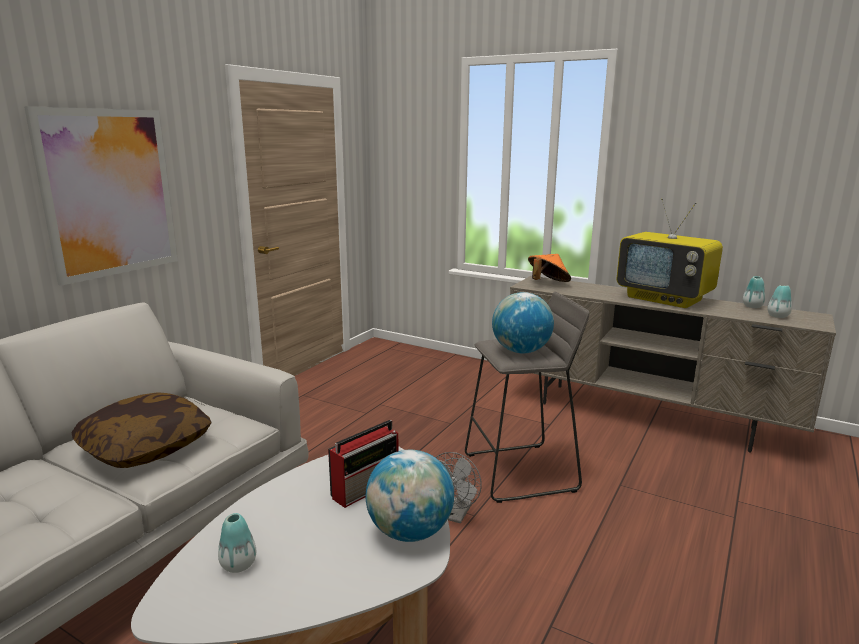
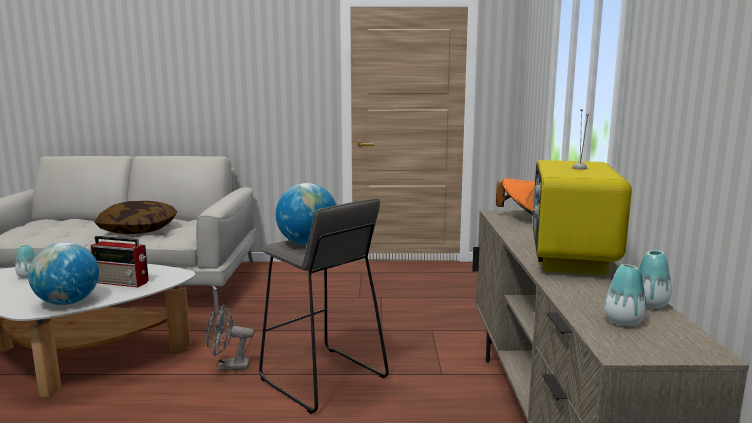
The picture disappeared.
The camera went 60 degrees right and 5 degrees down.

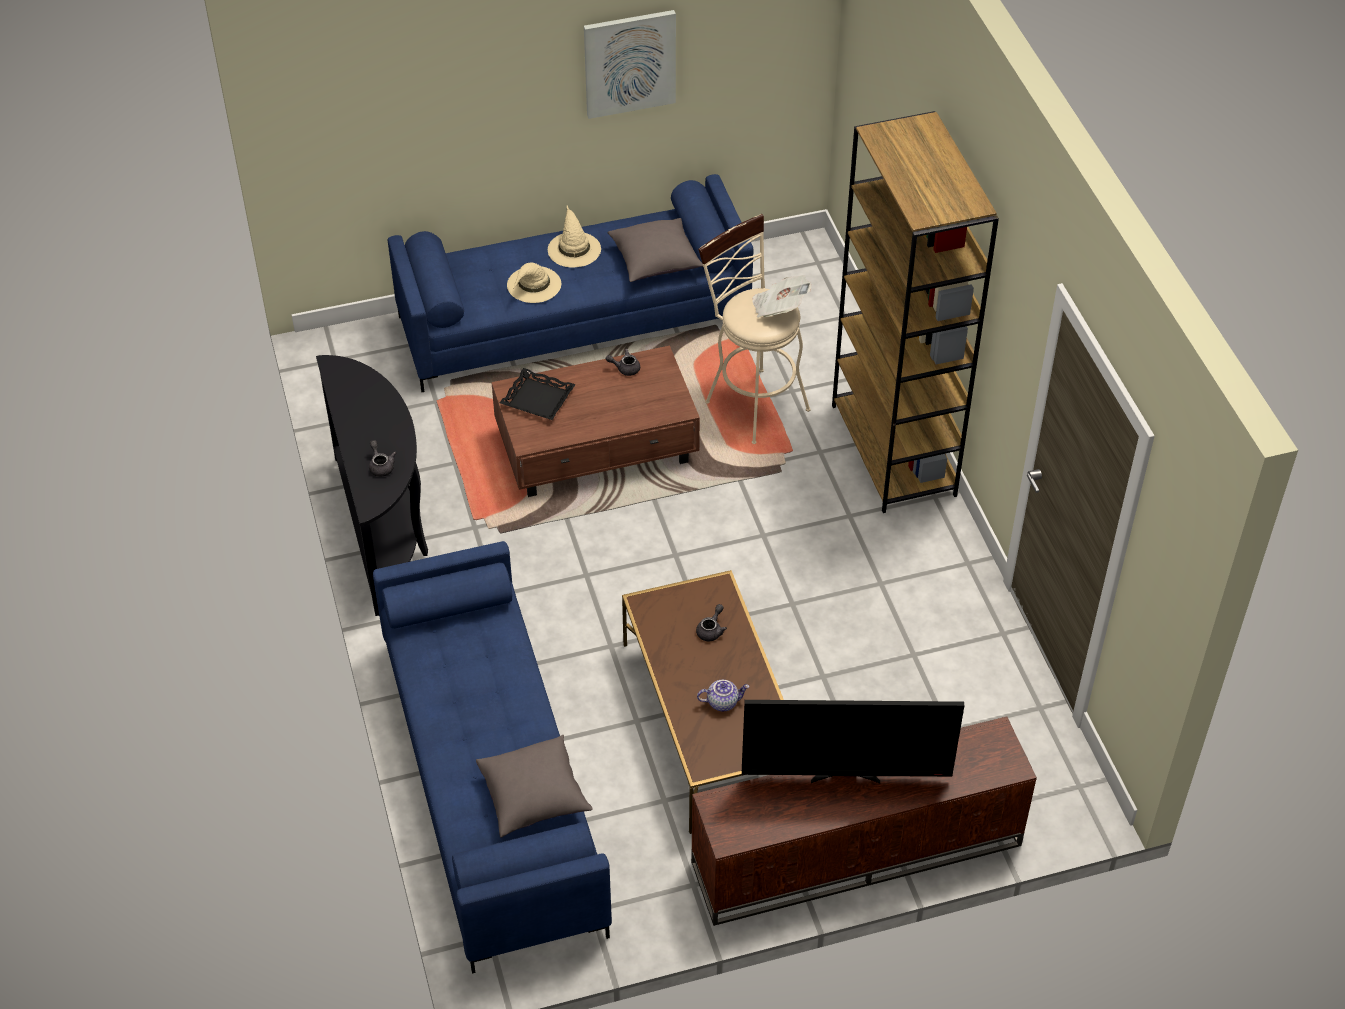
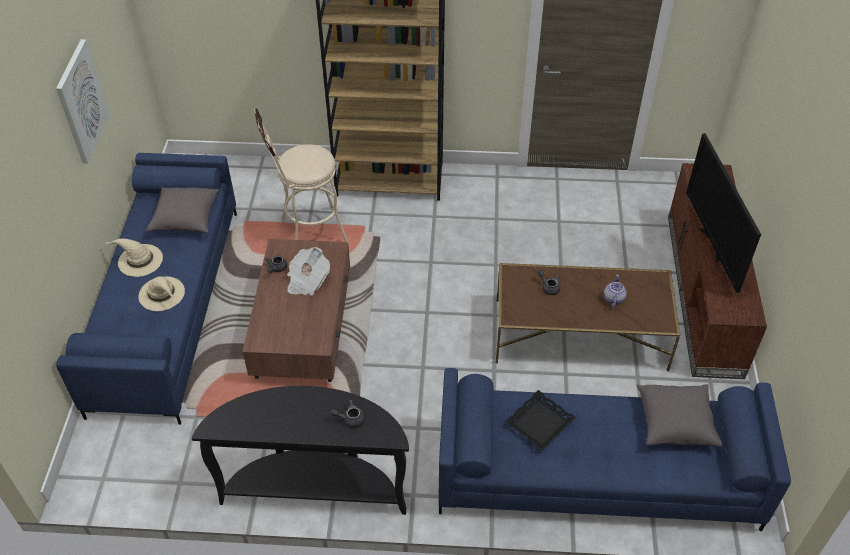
The newspaper moved.
The black tray moved.
The television turned 150 degrees clockwise.
The camera went 70 degrees left and 0 degrees up.

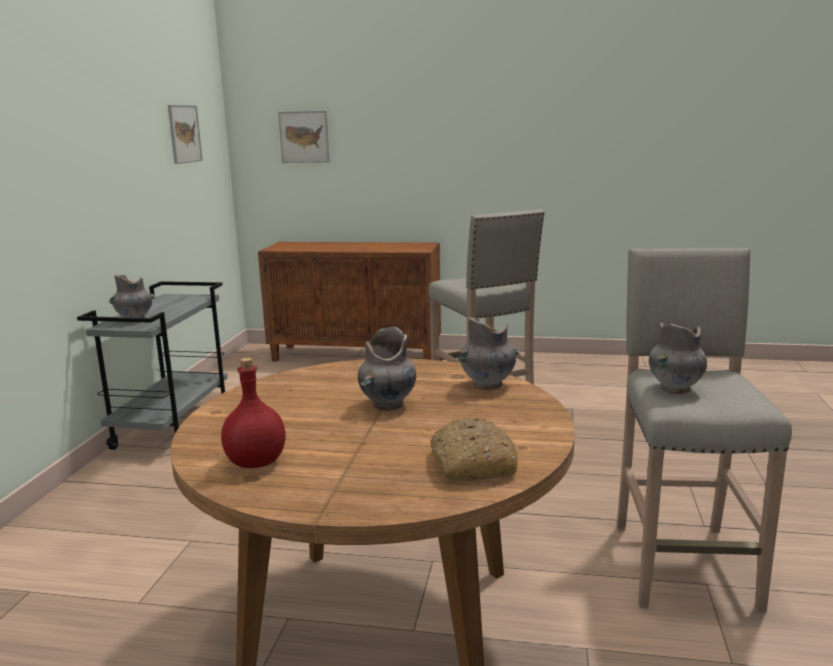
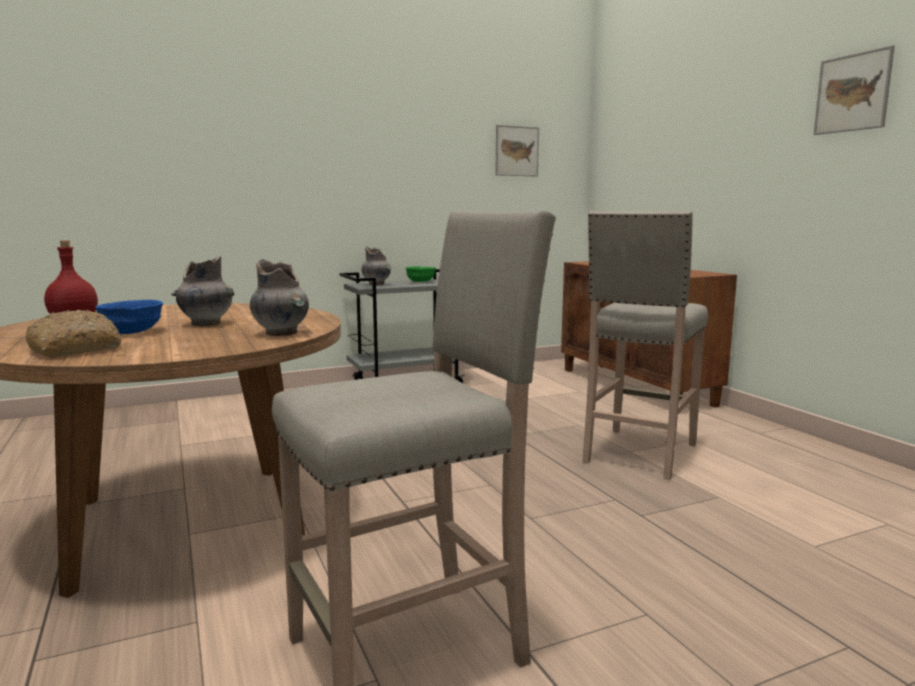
The picture (no. 2 from left) moved.
The grey vase (no. 4 from left) disappeared.
The green bowl appeared.
The blue bowl appeared.
The camera went 55 degrees right and 5 degrees down.

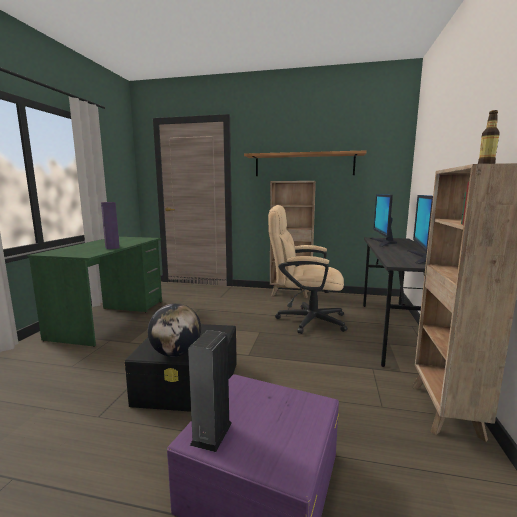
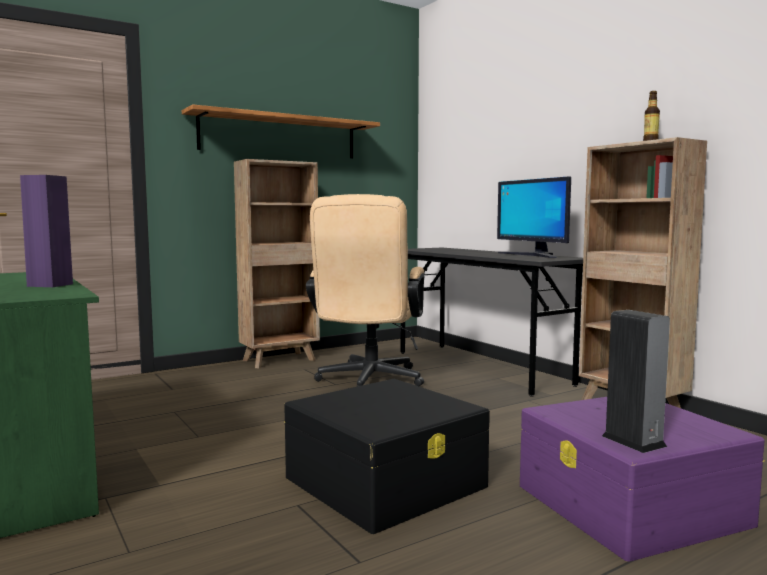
The monitor (no. 1 from left) disappeared.
The beige office chair turned 45 degrees counterclockwise.
The globe disappeared.
The camera went 45 degrees left and 5 degrees down.

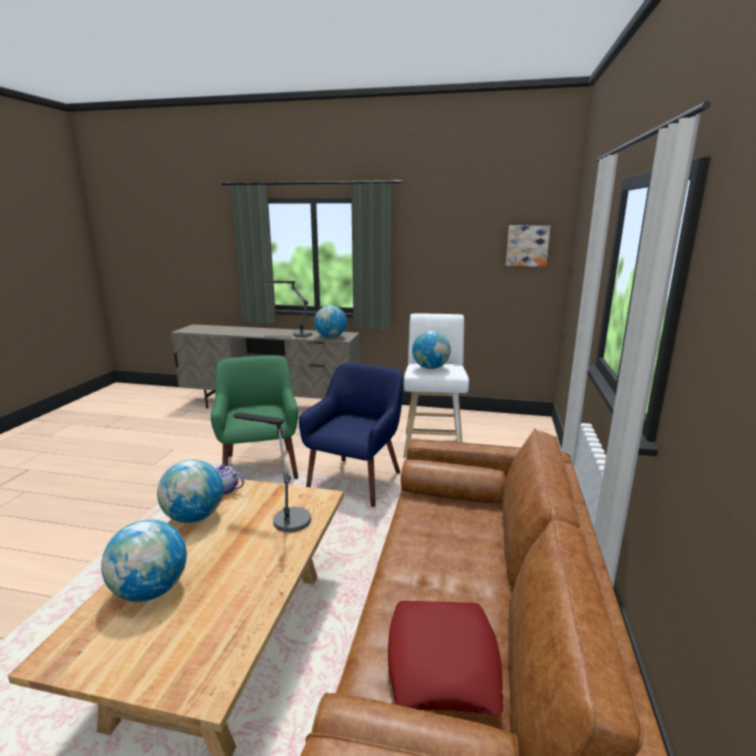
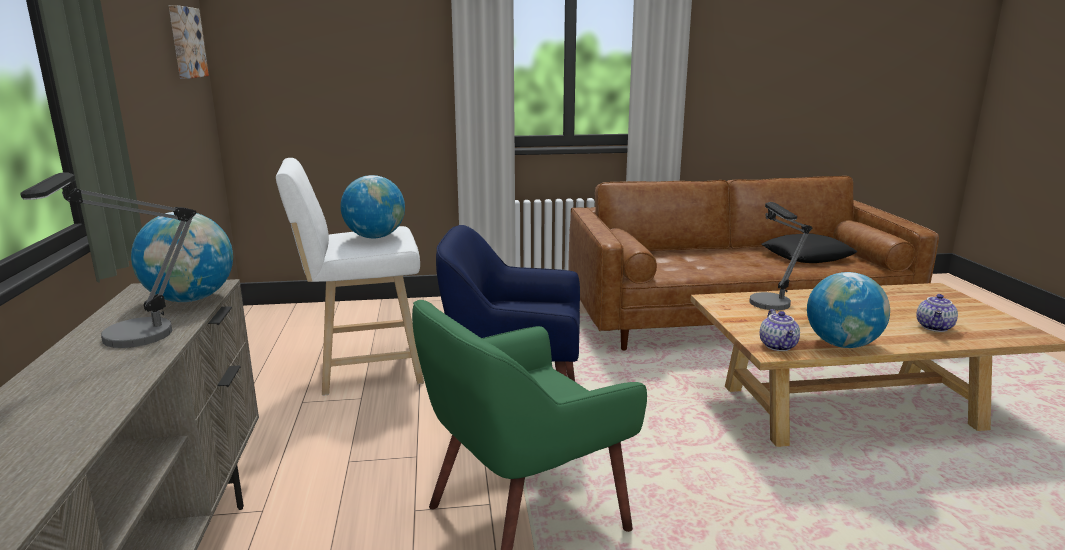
The globe (no. 1 from left) was replaced by the teapot (no. 2 from left).
The red pillow became the black pillow.
The camera went 110 degrees left and 0 degrees up.

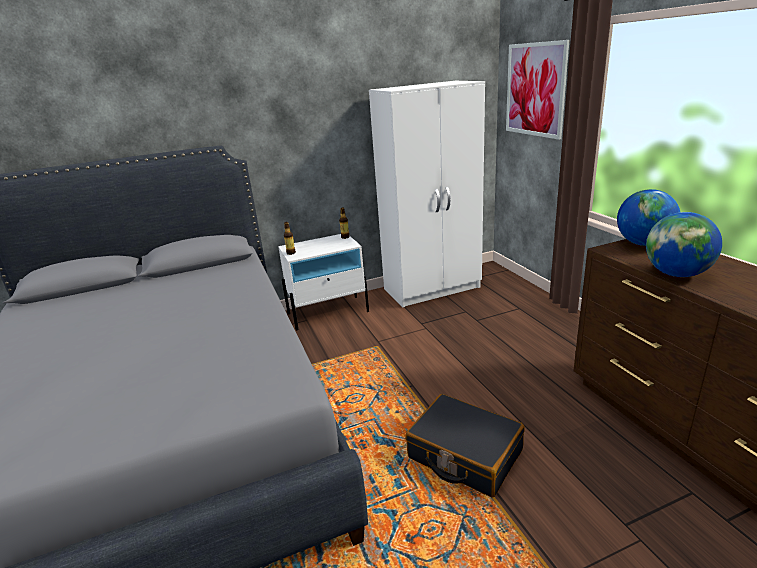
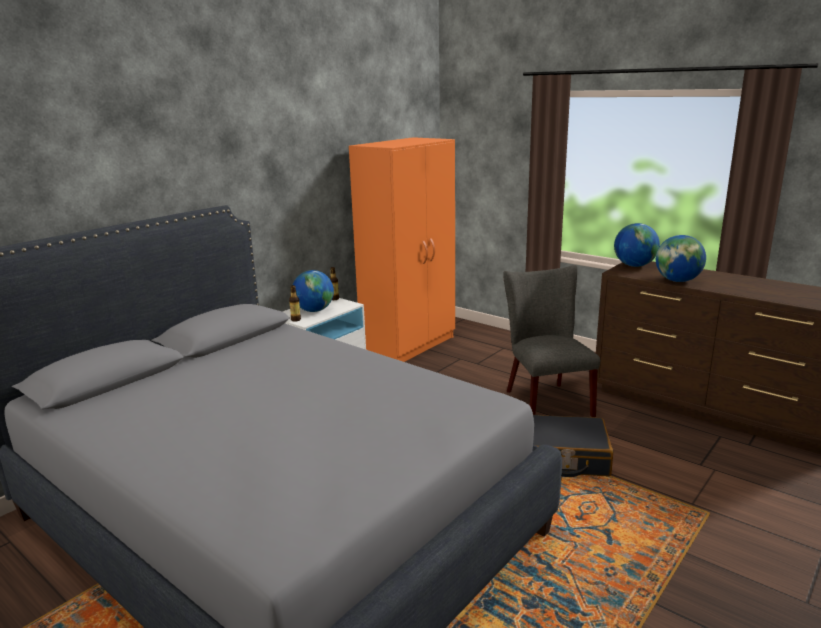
The picture disappeared.
The white wardrobe became the orange wardrobe.
The grey chair appeared.
The globe (no. 1 from left) appeared.
The camera went 30 degrees left and 5 degrees down.

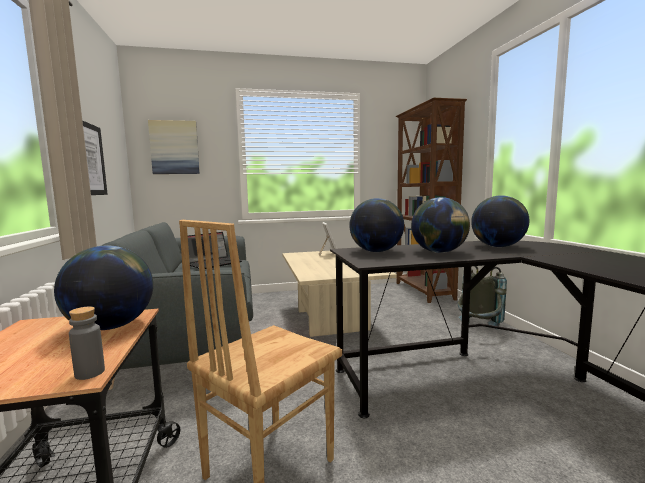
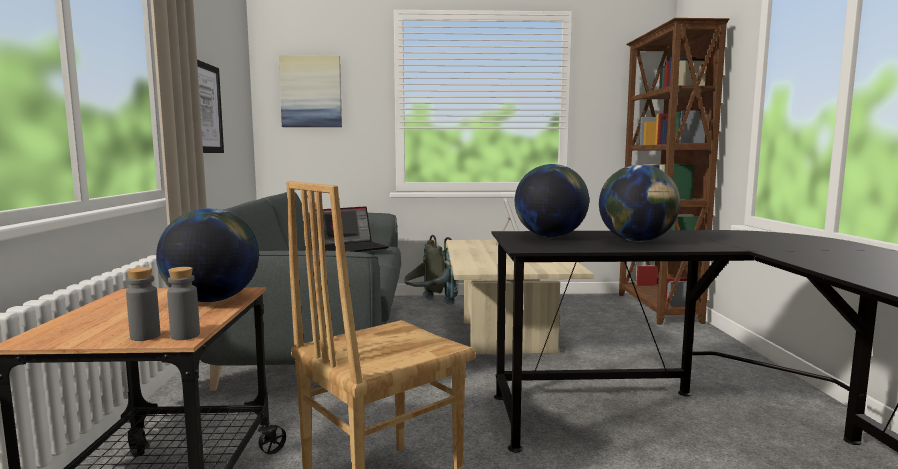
The globe (no. 4 from left) disappeared.
The grey backpack moved.
The grey bottle (no. 1 from left) appeared.
The camera went 10 degrees right and 0 degrees up.

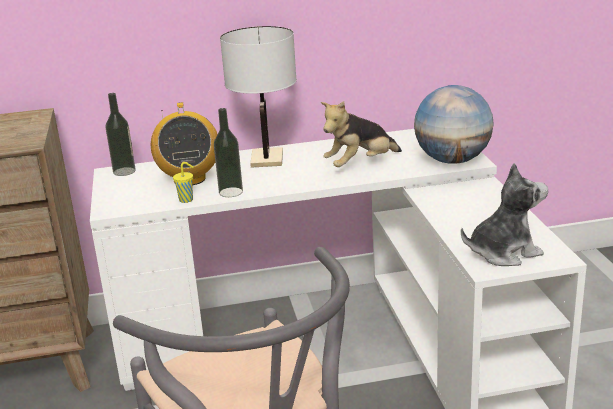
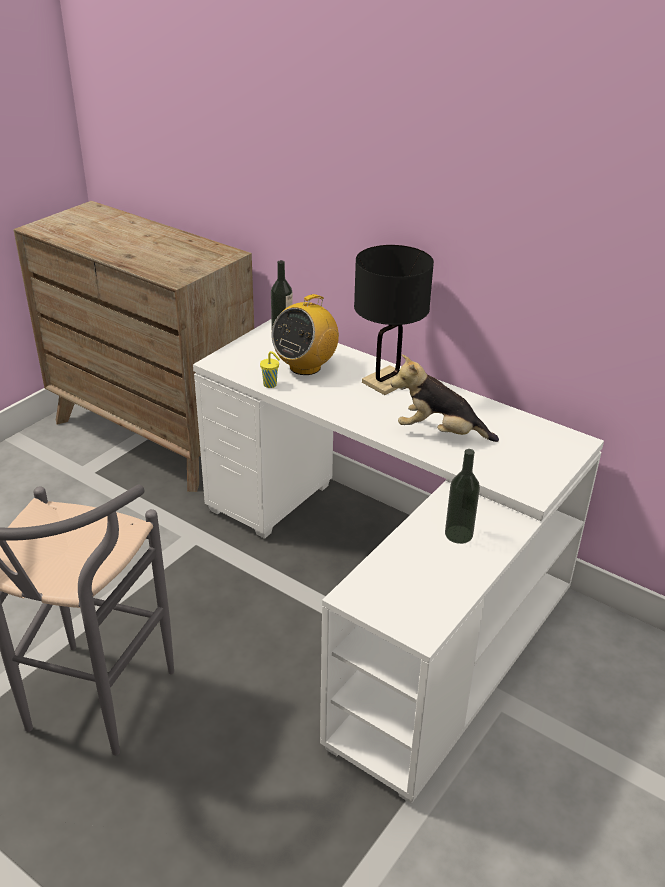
The white table lamp became the black table lamp.
The globe disappeared.
The bottle (no. 2 from left) moved.
The plush toy (no. 2 from left) disappeared.
The camera went 45 degrees right and 10 degrees up.

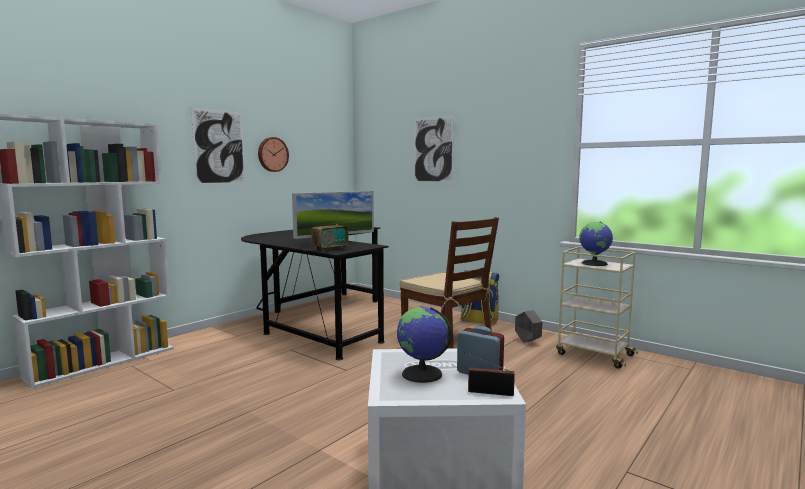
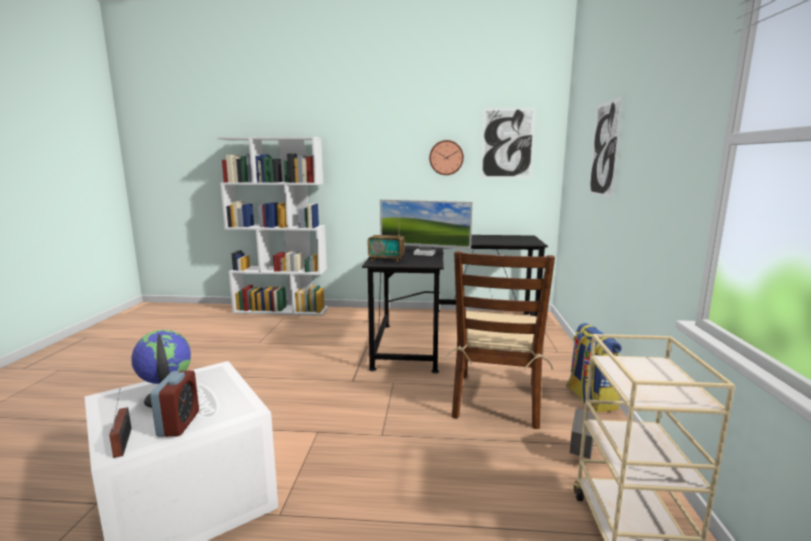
The picture (no. 1 from left) moved.
The globe (no. 2 from left) disappeared.
The camera went 55 degrees right and 5 degrees up.

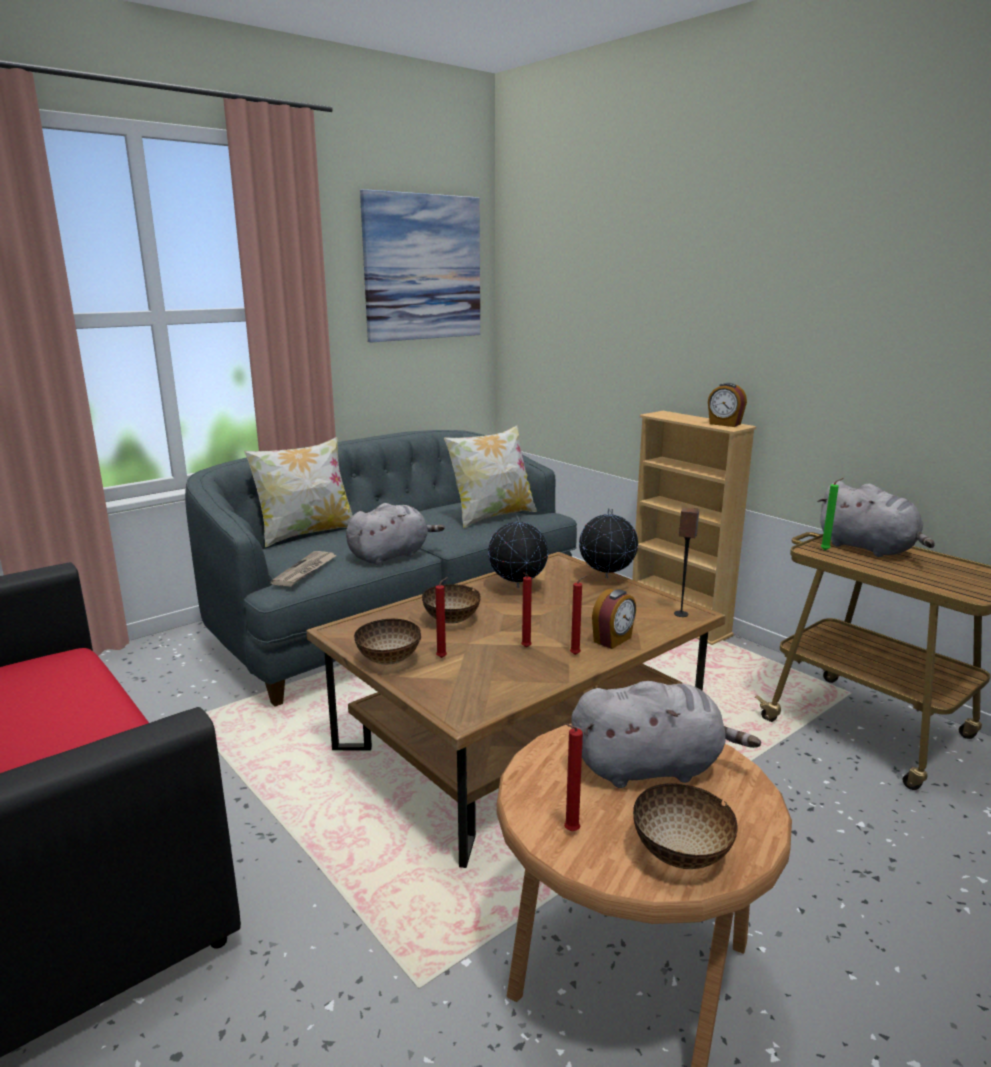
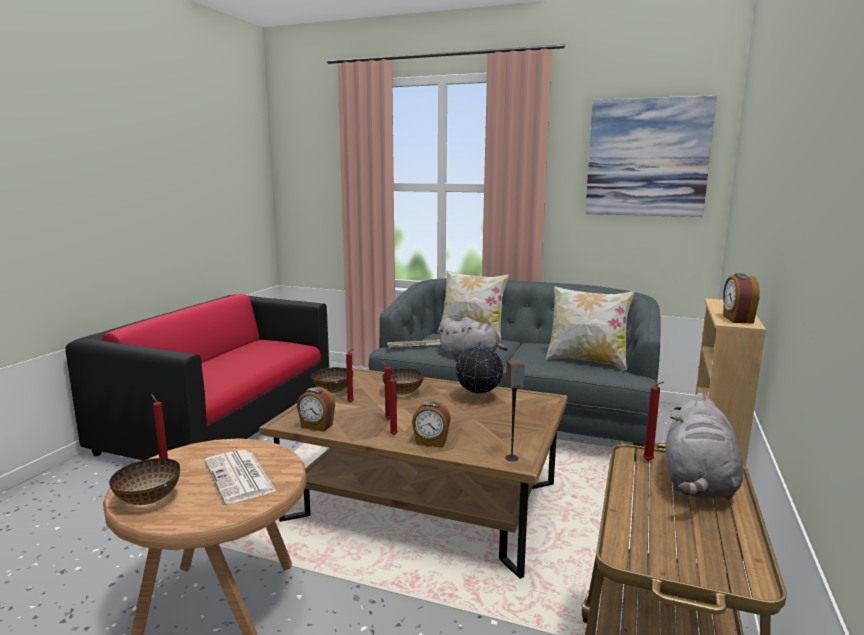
The green candle became the red candle (no. 5 from left).
The globe (no. 2 from left) disappeared.
The grey plush toy (no. 2 from left) was replaced by the newspaper (no. 1 from left).
The alarm clock (no. 1 from left) appeared.
The camera went 60 degrees right and 5 degrees down.

